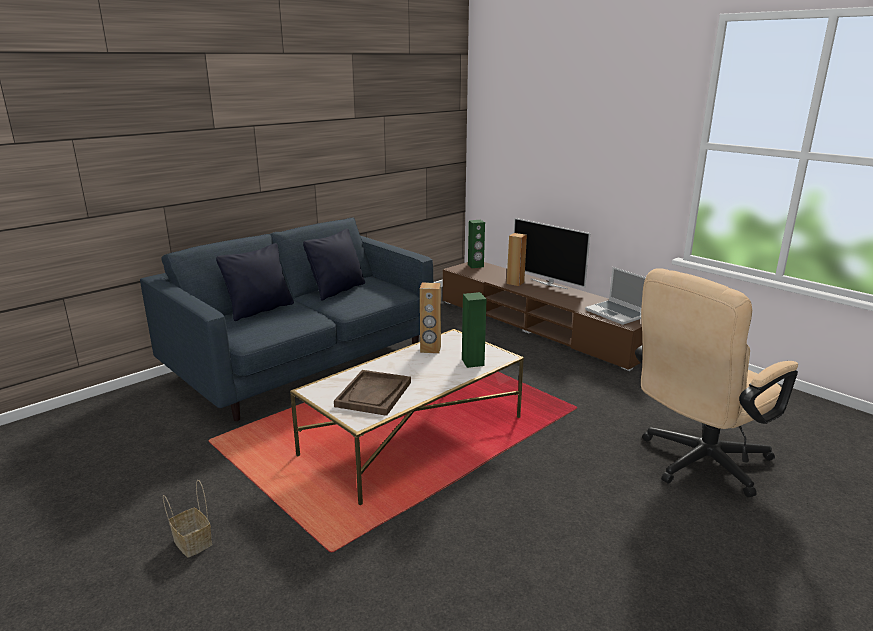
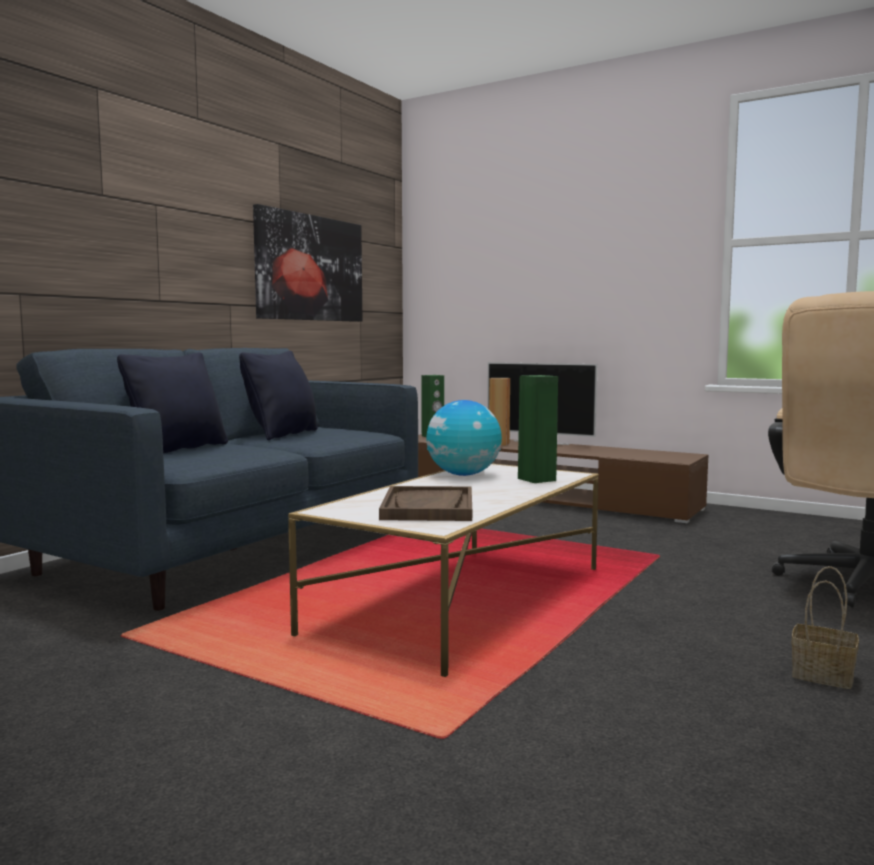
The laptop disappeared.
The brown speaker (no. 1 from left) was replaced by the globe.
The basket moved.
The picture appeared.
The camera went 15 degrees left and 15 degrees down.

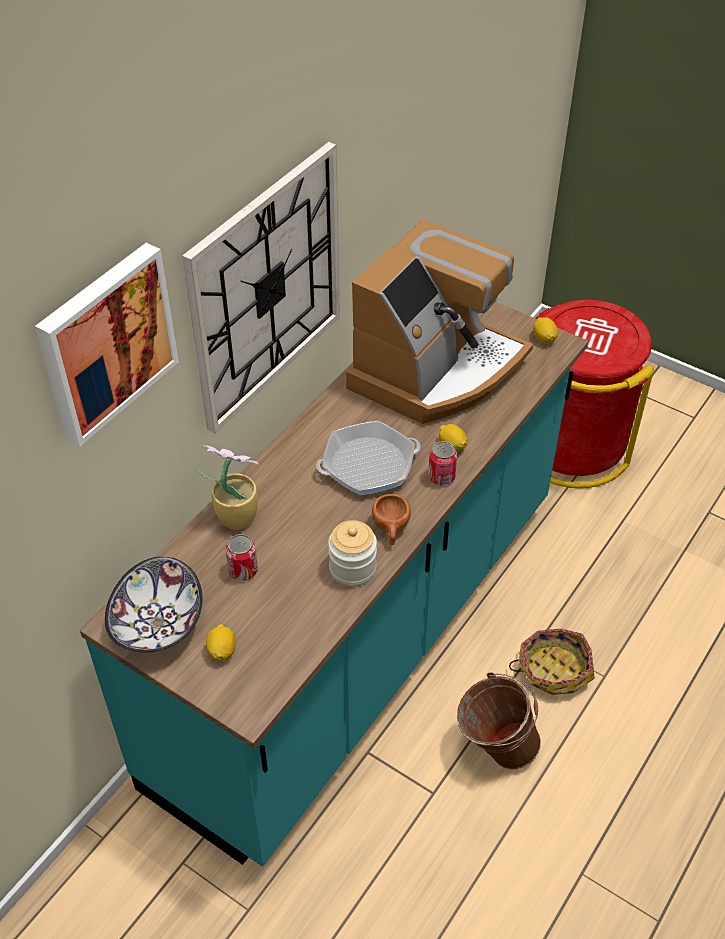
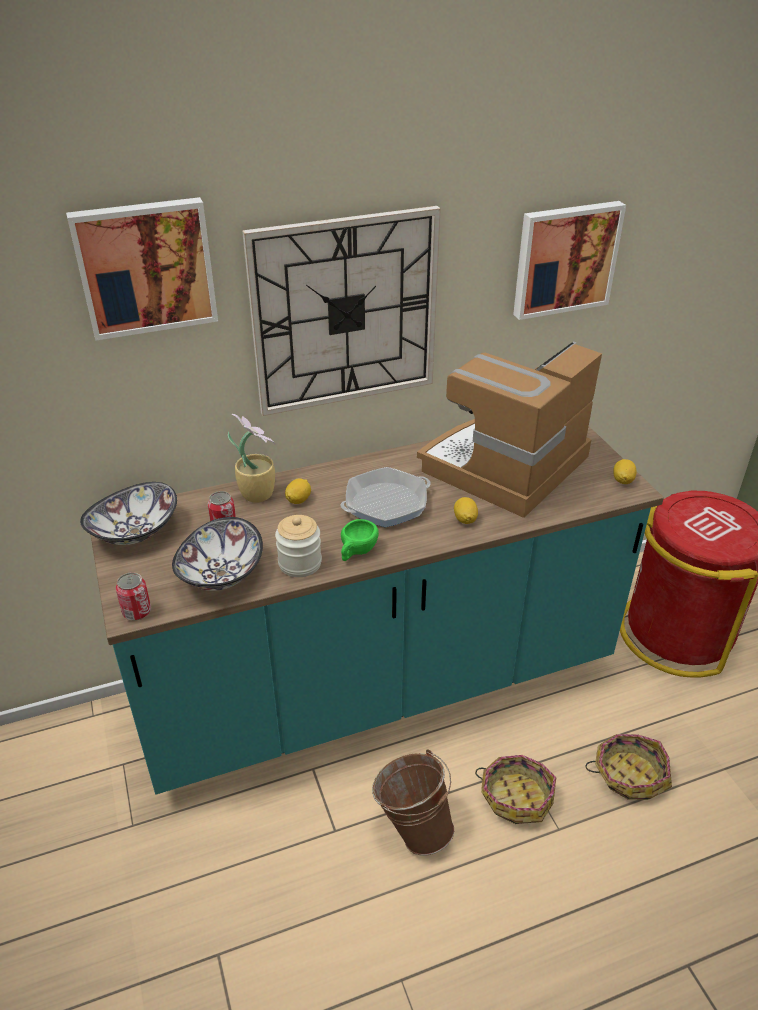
The coffee machine turned 150 degrees clockwise.
The frying pan turned 135 degrees clockwise.
The can (no. 2 from left in the first image) moved.
The brown cup became the green cup.
The lemon (no. 1 from left) moved.
The picture (no. 2 from left) appeared.
The bowl (no. 2 from left) appeared.
The basket (no. 2 from left) appeared.
The camera went 35 degrees right and 10 degrees down.

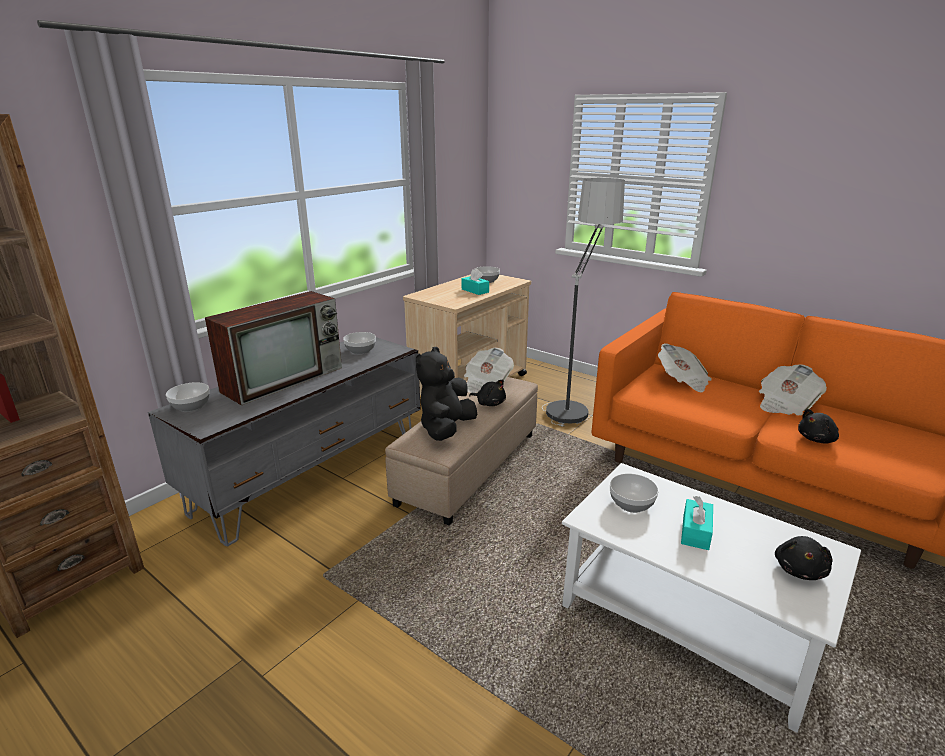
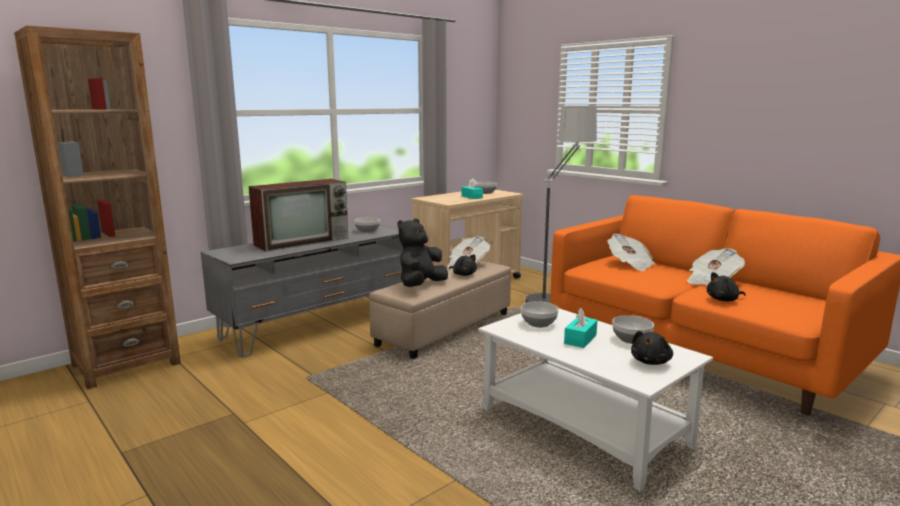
The bowl (no. 1 from left in the first image) moved.
The camera went 10 degrees right and 10 degrees down.

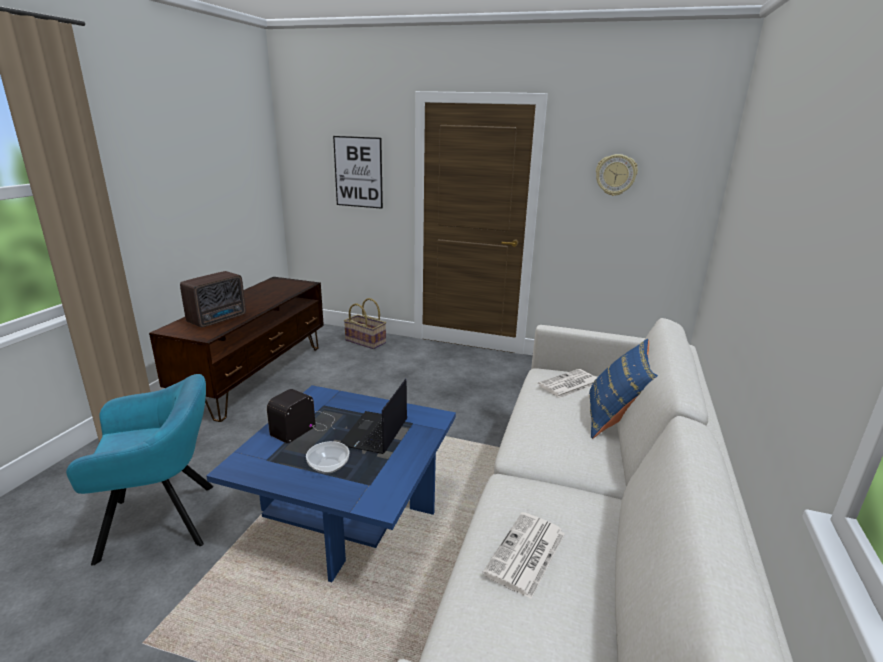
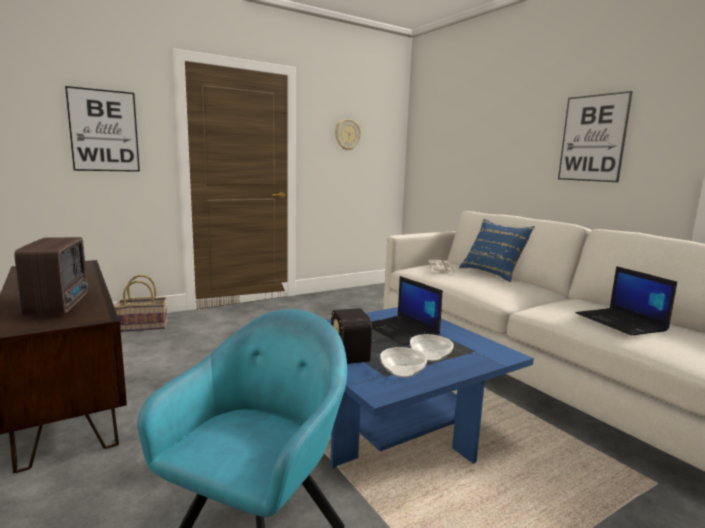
The newspaper (no. 1 from left) was replaced by the laptop (no. 2 from left).
The picture (no. 2 from left) appeared.
The bowl (no. 1 from left) appeared.
The camera went 50 degrees left and 10 degrees down.

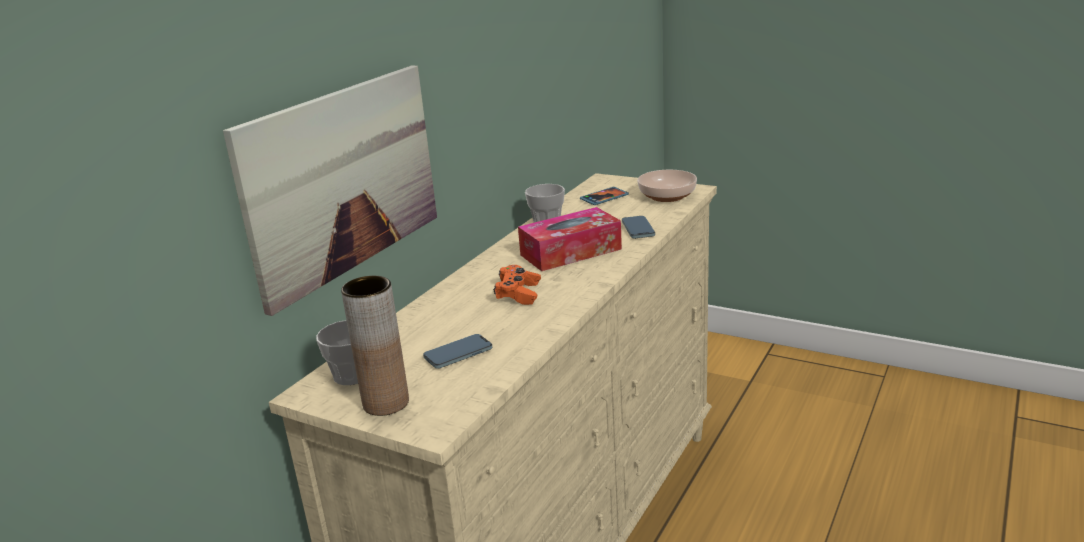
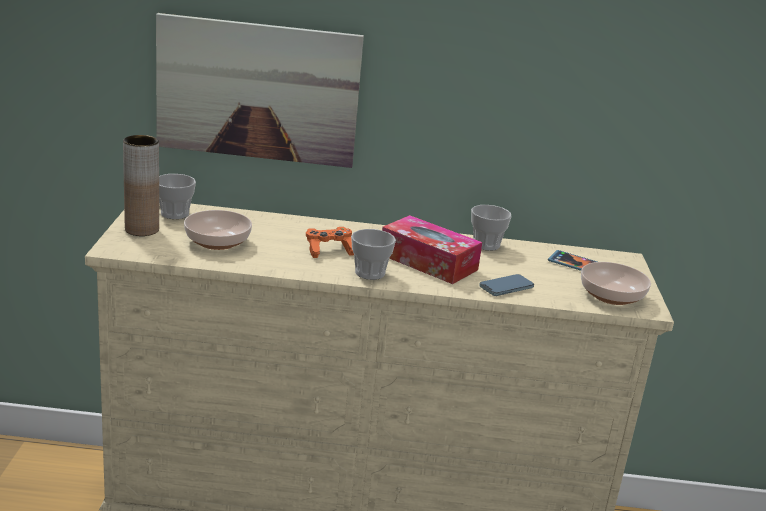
The phone (no. 1 from left) was replaced by the bowl (no. 1 from left).
The cup (no. 2 from left) appeared.
The camera went 60 degrees right and 0 degrees up.

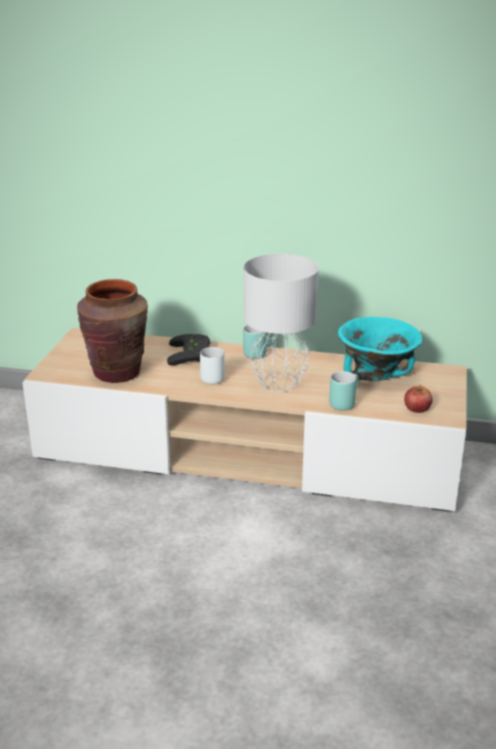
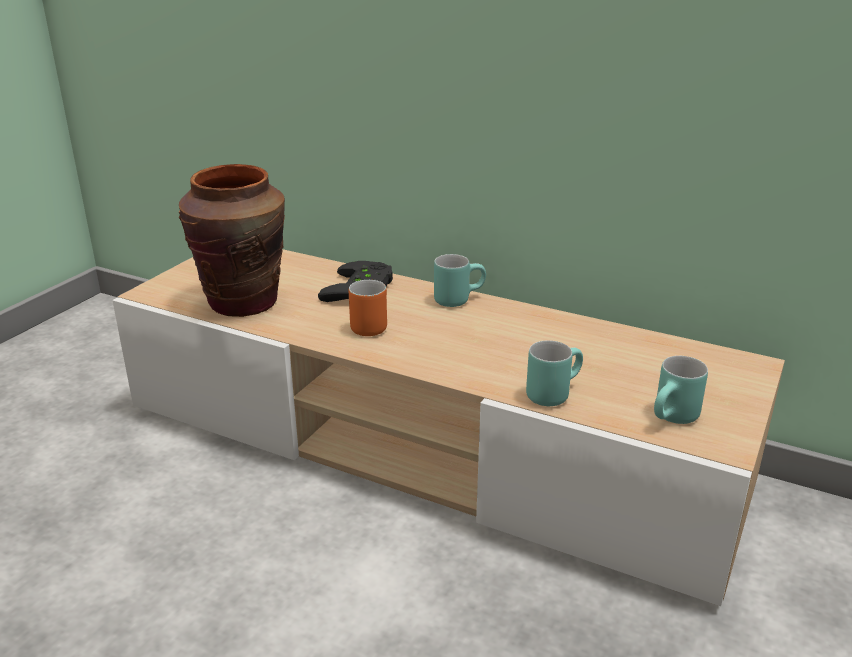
The grey table lamp disappeared.
The turquoise bowl disappeared.
The white mug became the orange mug.
The apple was replaced by the turquoise mug (no. 3 from left).
The camera went 15 degrees right and 0 degrees up.

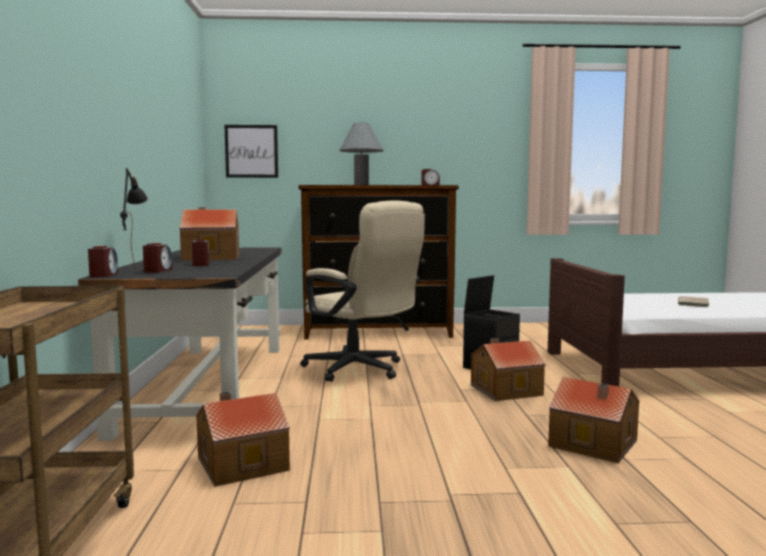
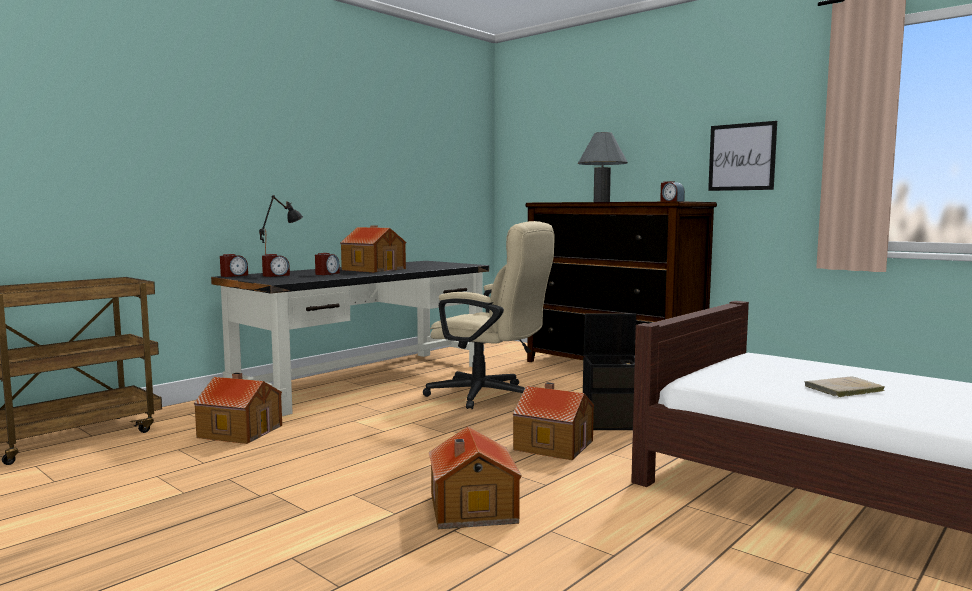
The picture moved.
The beige office chair turned 60 degrees counterclockwise.
The camera went 45 degrees right and 0 degrees up.

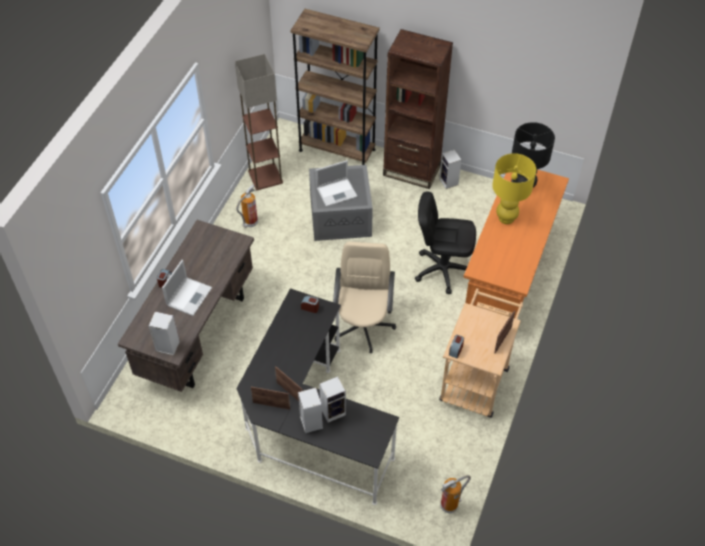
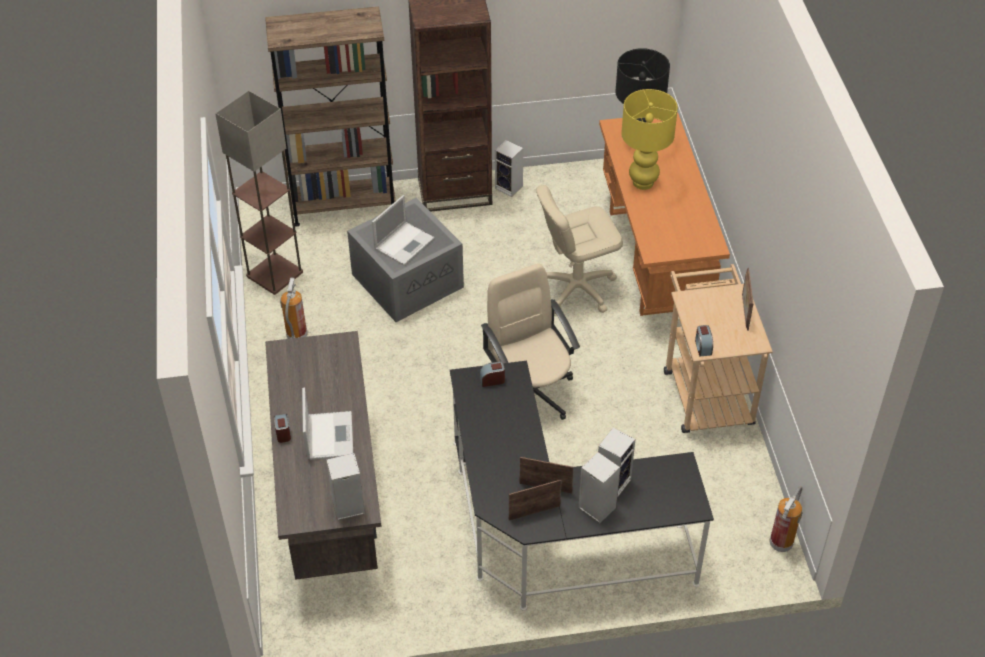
The black office chair became the beige office chair (no. 2 from left).
The camera went 30 degrees left and 5 degrees down.

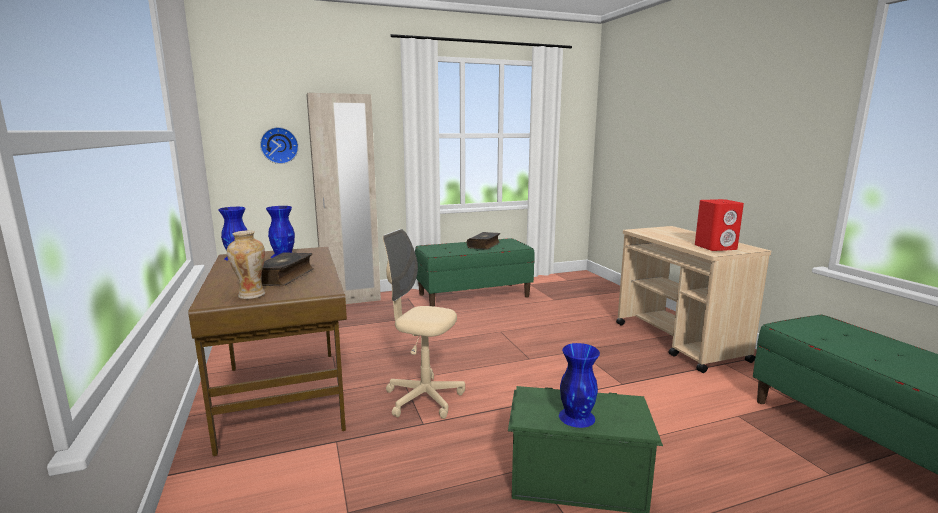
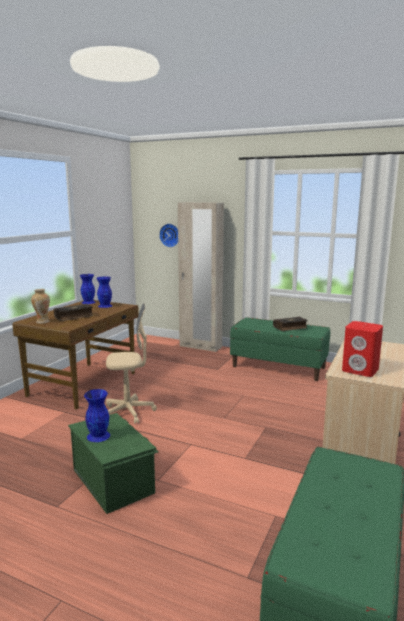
The beige office chair turned 105 degrees clockwise.
The camera went 45 degrees right and 0 degrees up.

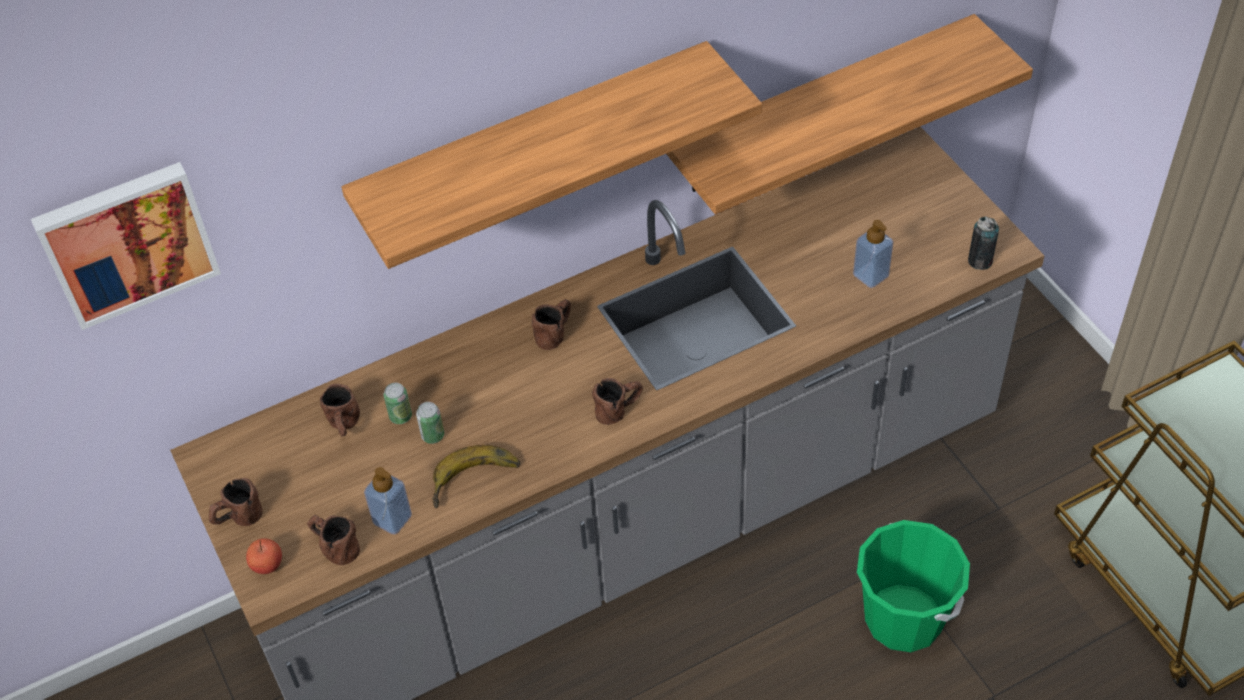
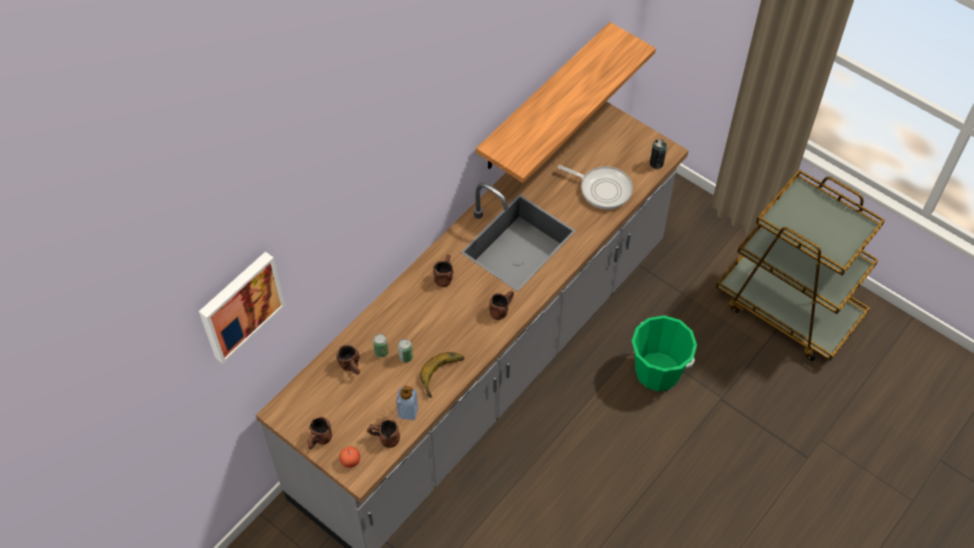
The shelf (no. 1 from left) disappeared.
The soap dispenser (no. 2 from left) was replaced by the frying pan.
The camera went 25 degrees left and 5 degrees up.

